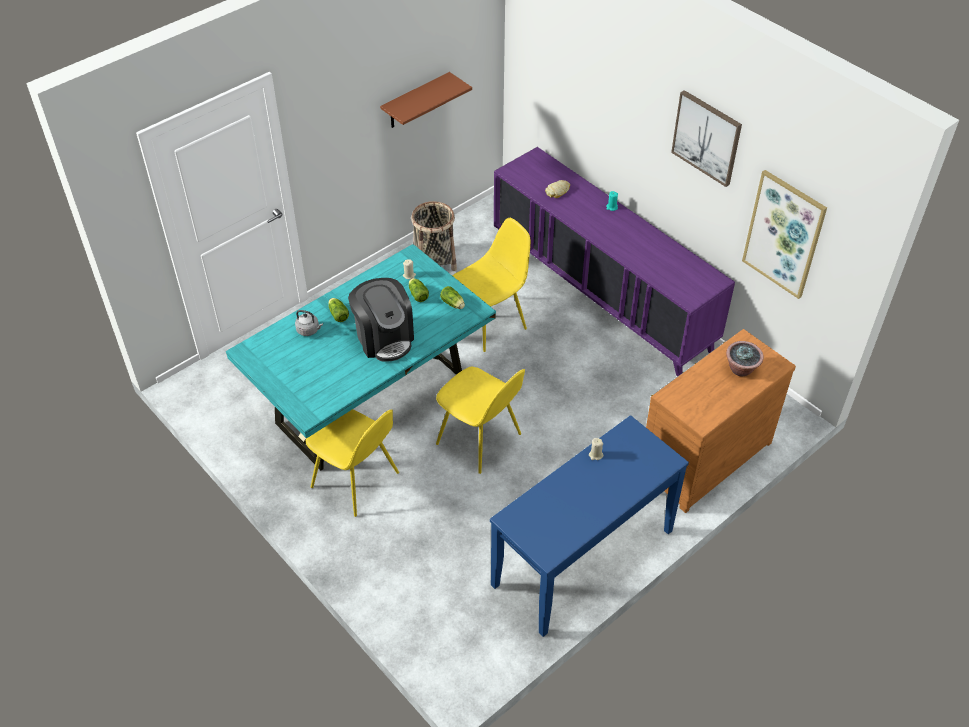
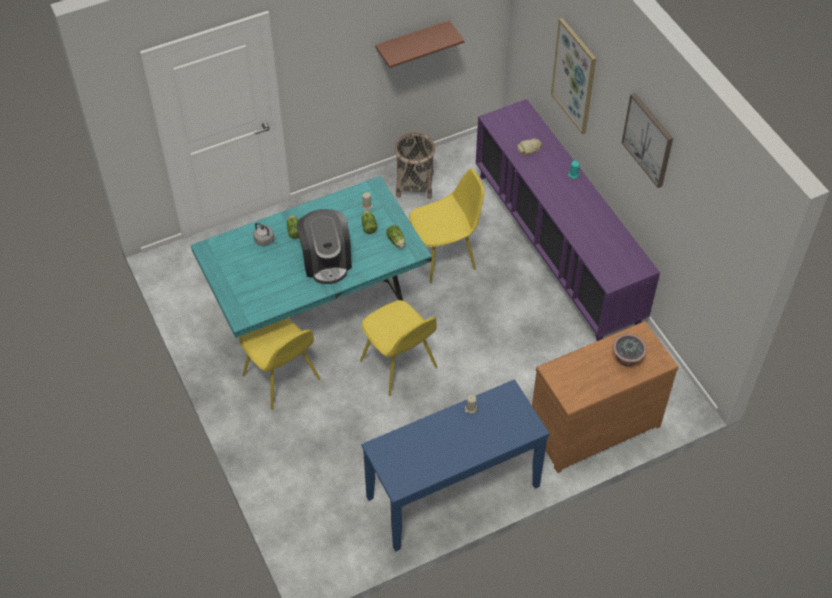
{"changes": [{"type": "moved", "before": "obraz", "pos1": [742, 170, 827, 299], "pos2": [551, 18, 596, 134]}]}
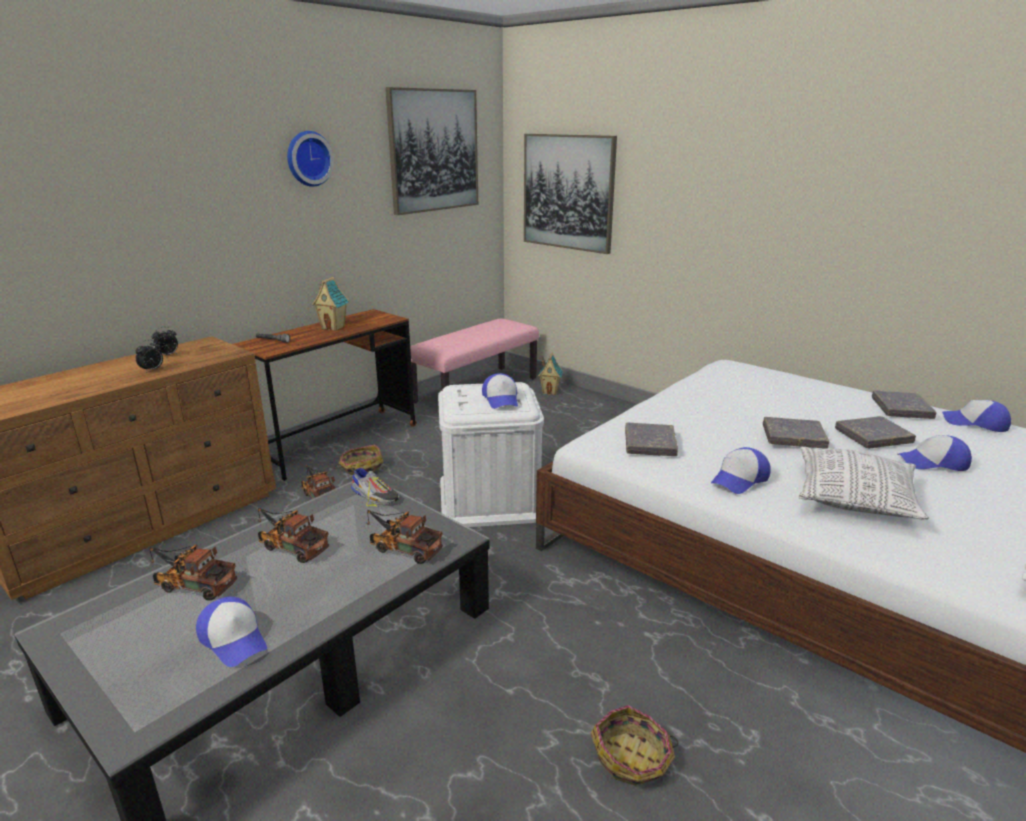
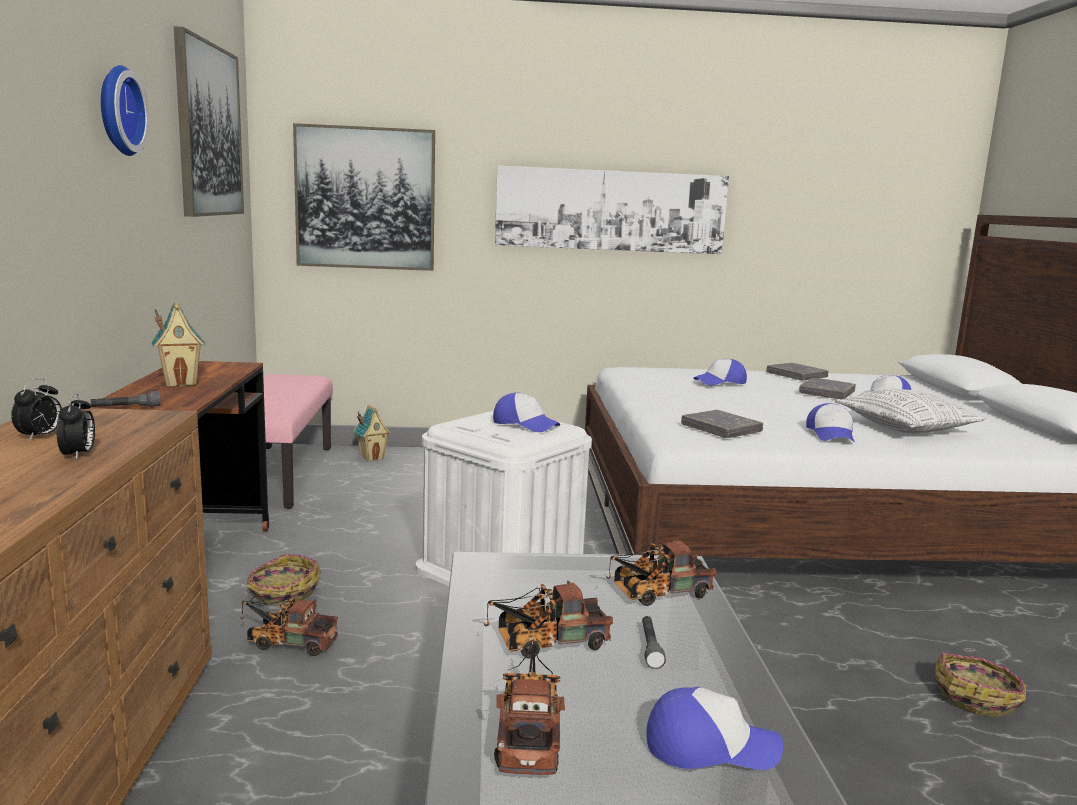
{"changes": [{"type": "removed", "before": "but", "pos1": [351, 467, 399, 507]}, {"type": "removed", "before": "książka (szary)", "pos1": [763, 417, 829, 449]}, {"type": "added", "after": "obraz", "pos2": [495, 166, 729, 254]}, {"type": "added", "after": "latarka (szary)", "pos2": [642, 616, 666, 669]}, {"type": "moved", "before": "czapka z daszkiem", "pos1": [942, 400, 1011, 432], "pos2": [693, 359, 747, 385]}, {"type": "turned", "before": "ciężarówka zabawkowa", "pos1": [149, 545, 237, 600], "pos2": [494, 639, 565, 775], "turn": 120}]}
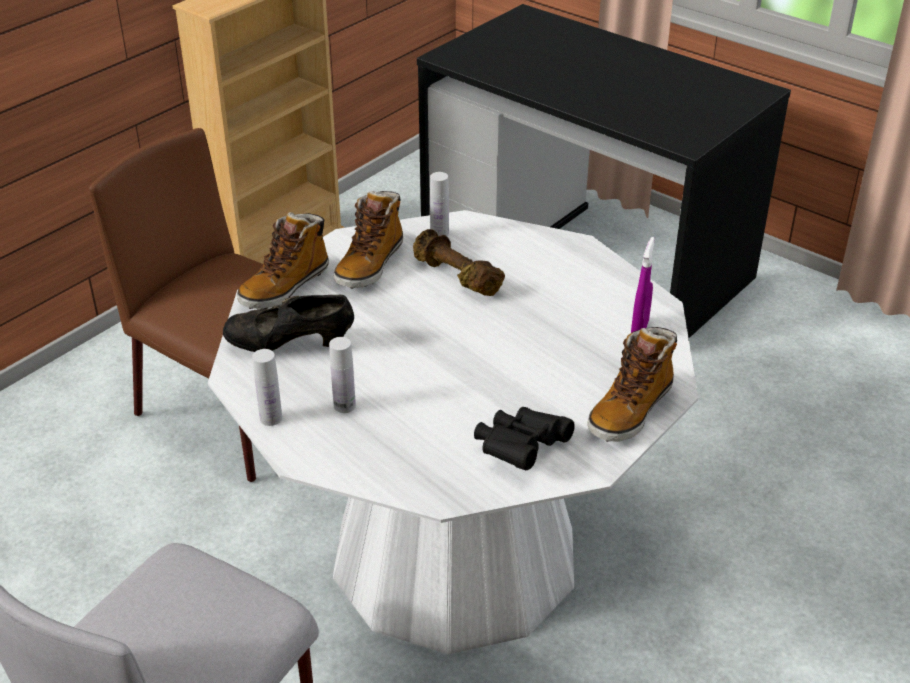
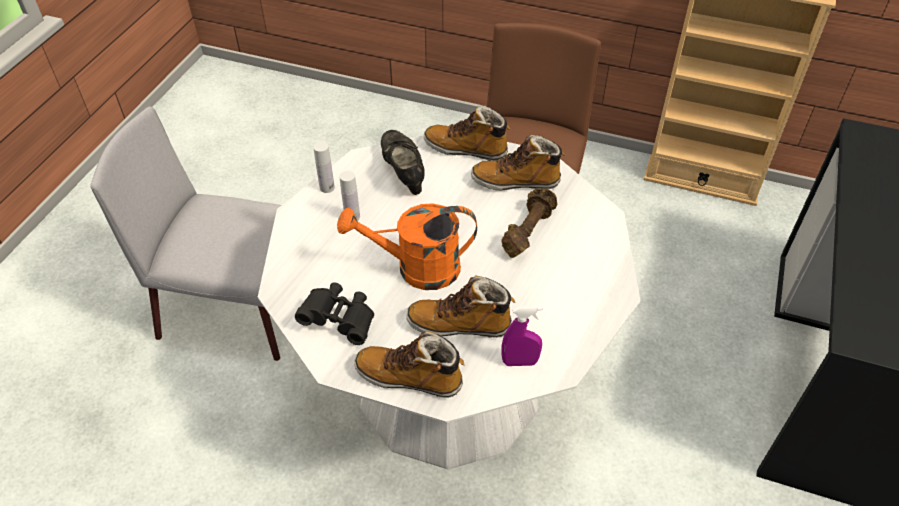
{"changes": [{"type": "removed", "before": "butelka (biały)", "pos1": [430, 172, 449, 237]}, {"type": "added", "after": "konewka (pomarańczowy)", "pos2": [337, 203, 477, 290]}, {"type": "added", "after": "but z cholewką", "pos2": [406, 275, 516, 338]}]}
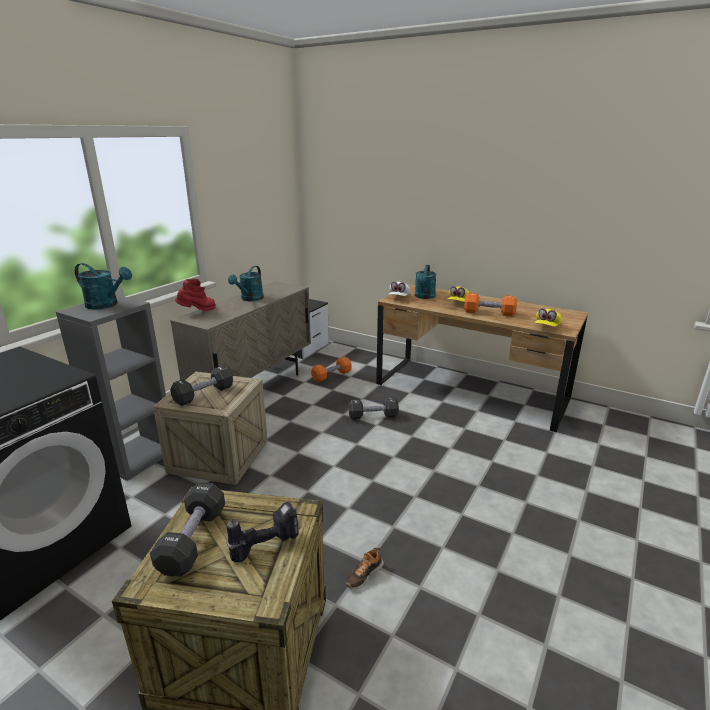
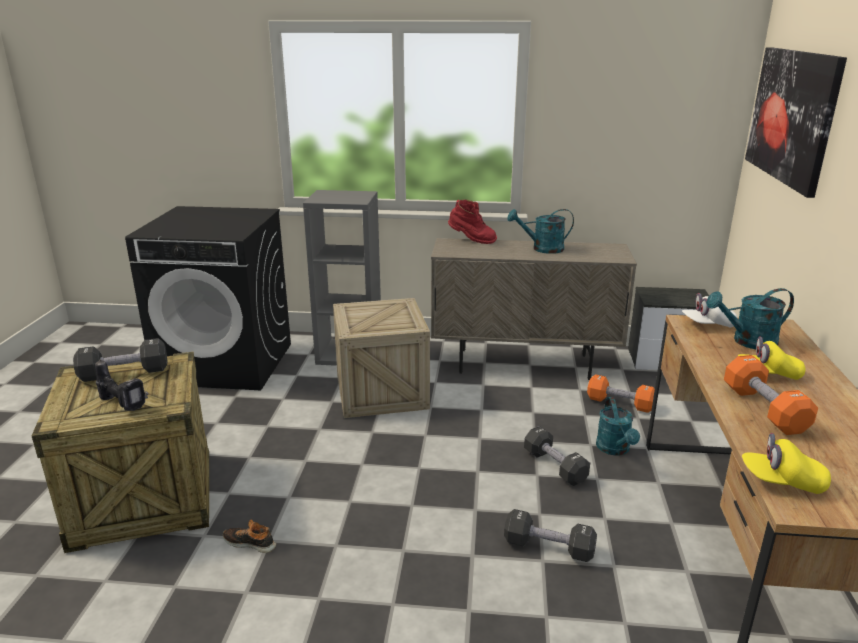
{"changes": [{"type": "added", "after": "obraz", "pos2": [745, 47, 847, 198]}, {"type": "moved", "before": "konewka (turkusowy)", "pos1": [75, 263, 132, 309], "pos2": [596, 397, 640, 456]}, {"type": "moved", "before": "hantel (czarny)", "pos1": [170, 366, 233, 406], "pos2": [504, 509, 597, 562]}]}
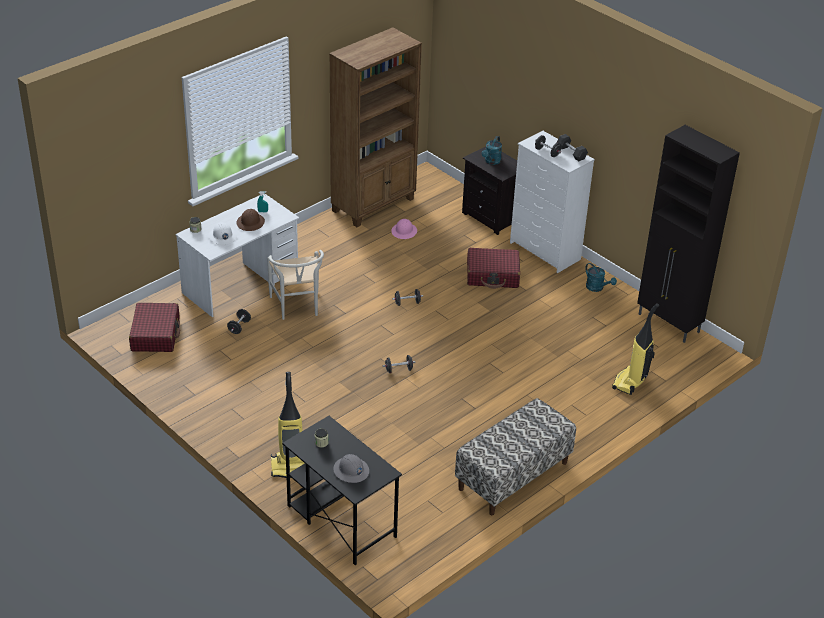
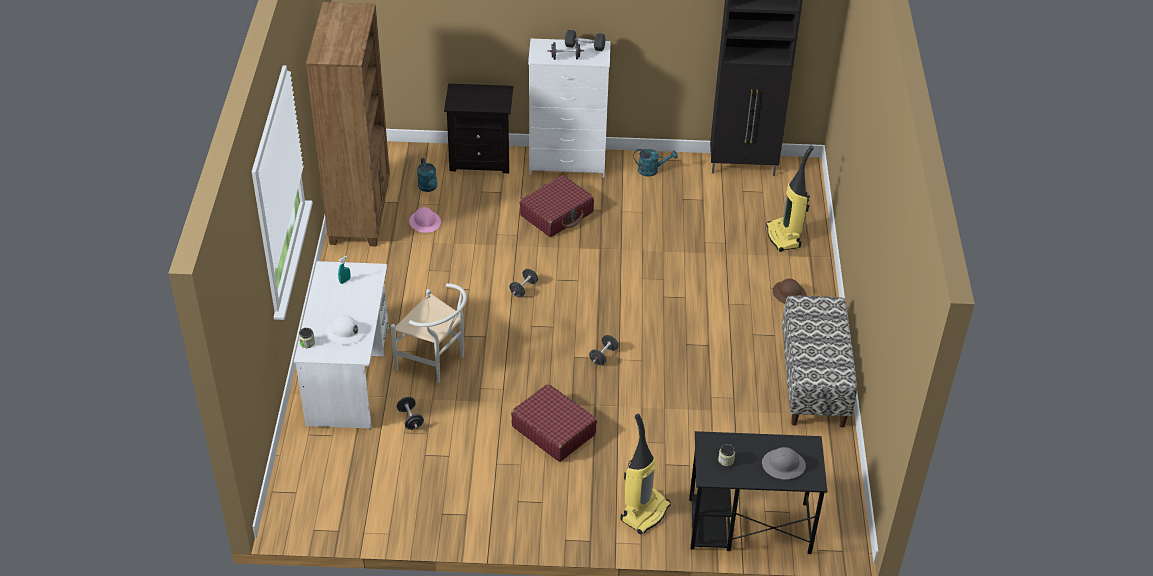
{"changes": [{"type": "moved", "before": "walizka (czerwony)", "pos1": [129, 303, 180, 352], "pos2": [511, 384, 597, 462]}, {"type": "moved", "before": "kask (brązowy)", "pos1": [236, 209, 265, 231], "pos2": [773, 278, 807, 304]}, {"type": "moved", "before": "konewka (turkusowy)", "pos1": [482, 136, 502, 165], "pos2": [417, 158, 437, 192]}]}
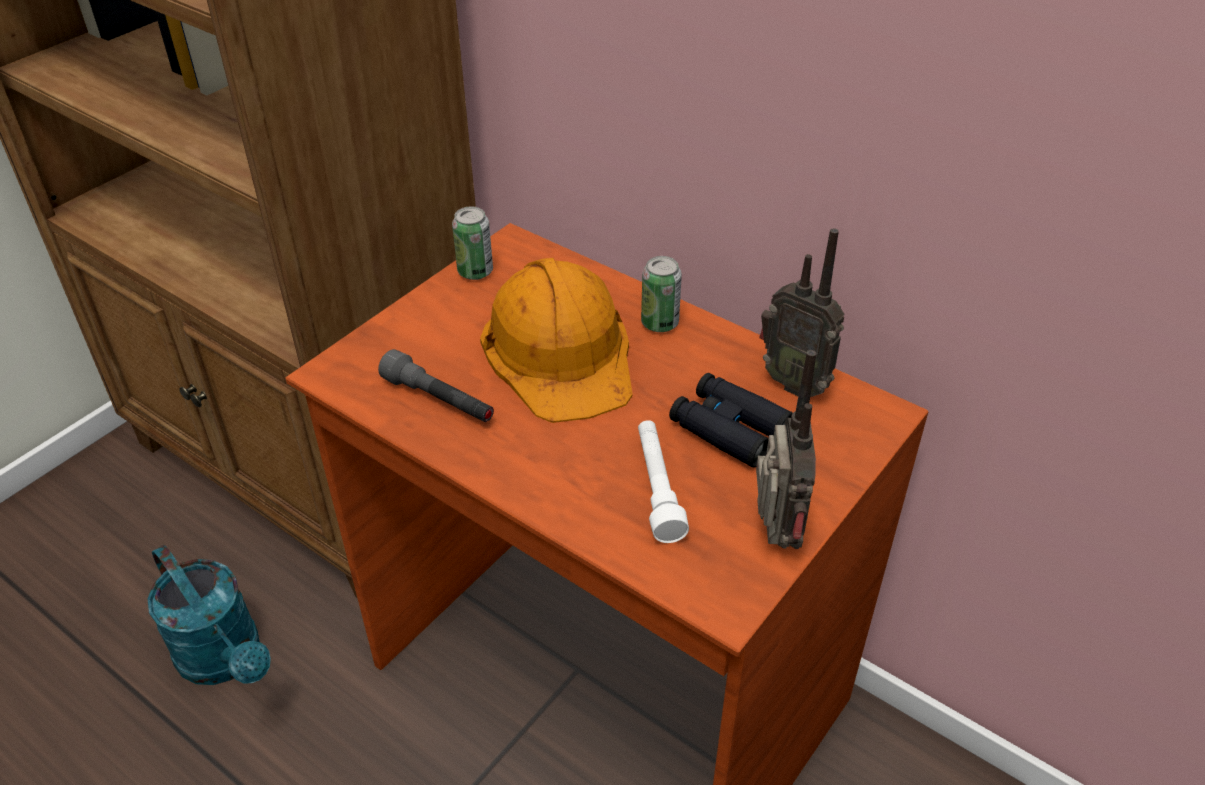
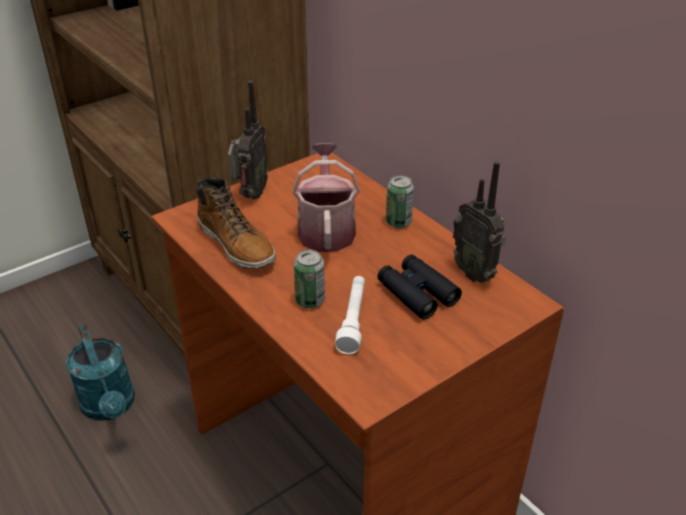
{"changes": [{"type": "moved", "before": "puszka", "pos1": [452, 206, 493, 280], "pos2": [294, 250, 325, 309]}, {"type": "moved", "before": "radio", "pos1": [756, 350, 816, 549], "pos2": [228, 81, 268, 199]}, {"type": "replaced", "before": "latarka (szary)", "after": "but z cholewką", "pos1": [378, 349, 494, 422], "pos2": [196, 177, 276, 269]}, {"type": "replaced", "before": "kask (pomarańczowy)", "after": "konewka", "pos1": [480, 258, 633, 423], "pos2": [292, 143, 360, 252]}]}
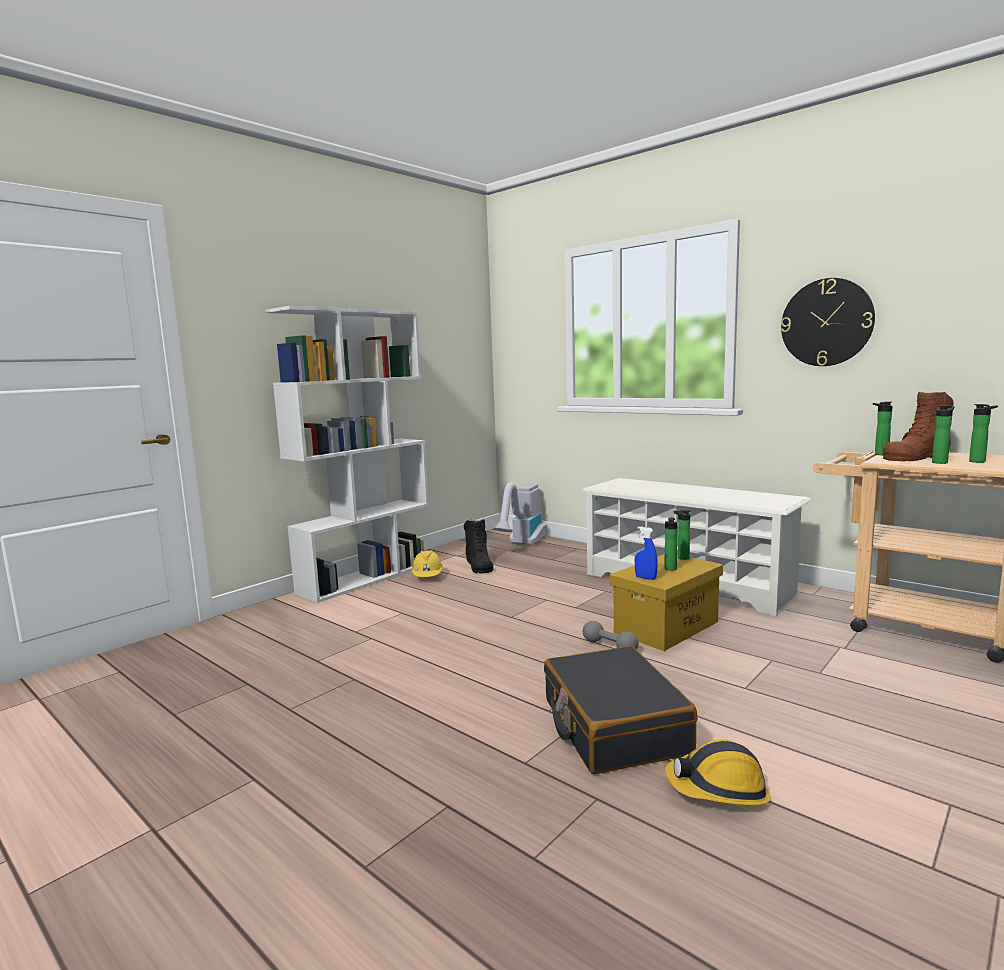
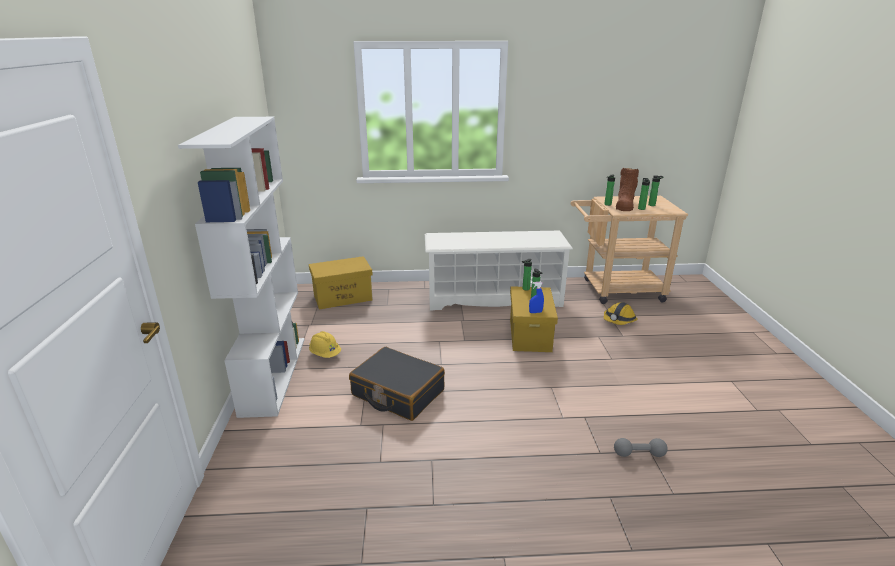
{"changes": [{"type": "removed", "before": "but z cholewką (czarny)", "pos1": [464, 519, 493, 573]}, {"type": "removed", "before": "zegar ścienny", "pos1": [781, 278, 875, 366]}, {"type": "moved", "before": "walizka (czarny)", "pos1": [544, 646, 697, 774], "pos2": [349, 347, 445, 421]}, {"type": "moved", "before": "hantel (szary)", "pos1": [583, 621, 639, 649], "pos2": [614, 438, 668, 457]}, {"type": "moved", "before": "kask", "pos1": [665, 739, 771, 806], "pos2": [604, 302, 638, 325]}, {"type": "replaced", "before": "odkurzacz", "after": "pojemnik do przechowywania (żółty)", "pos1": [493, 482, 547, 545], "pos2": [309, 256, 373, 309]}]}
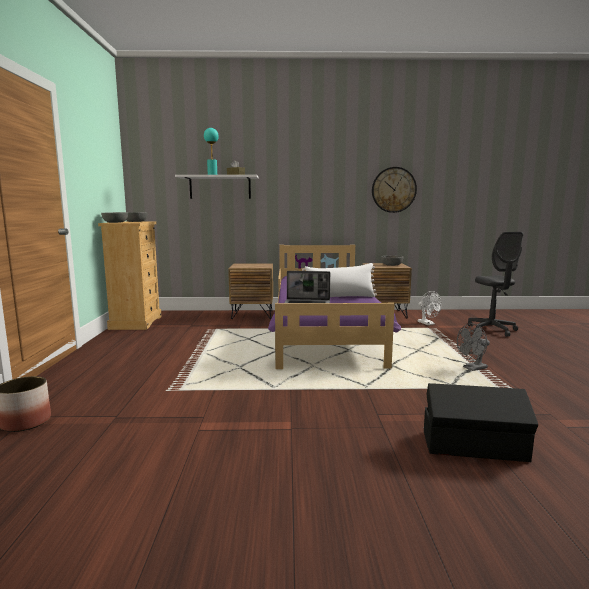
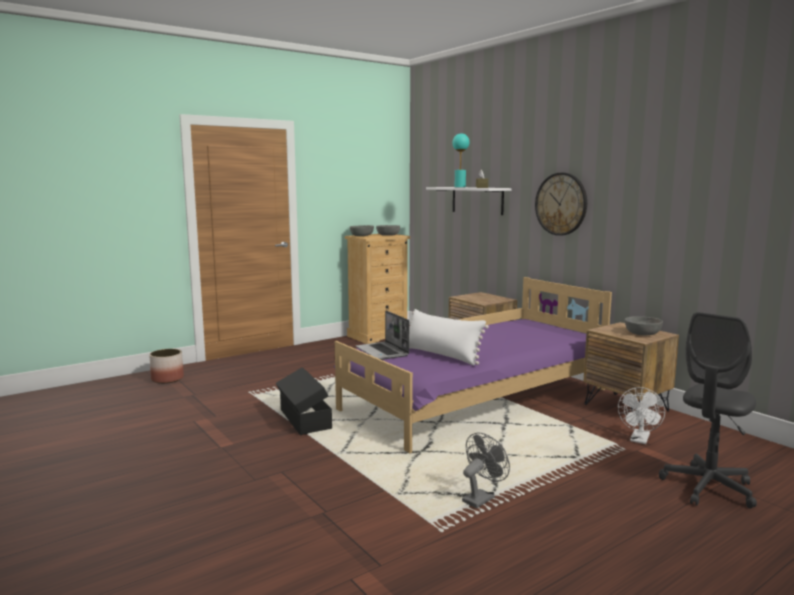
{"changes": [{"type": "moved", "before": "zegar ścienny", "pos1": [372, 167, 417, 213], "pos2": [535, 173, 587, 236]}, {"type": "moved", "before": "pojemnik do przechowywania (czarny)", "pos1": [424, 383, 538, 462], "pos2": [276, 367, 332, 435]}, {"type": "turned", "before": "wentylator (szary)", "pos1": [457, 323, 490, 371], "pos2": [462, 433, 510, 508], "turn": 105}]}
